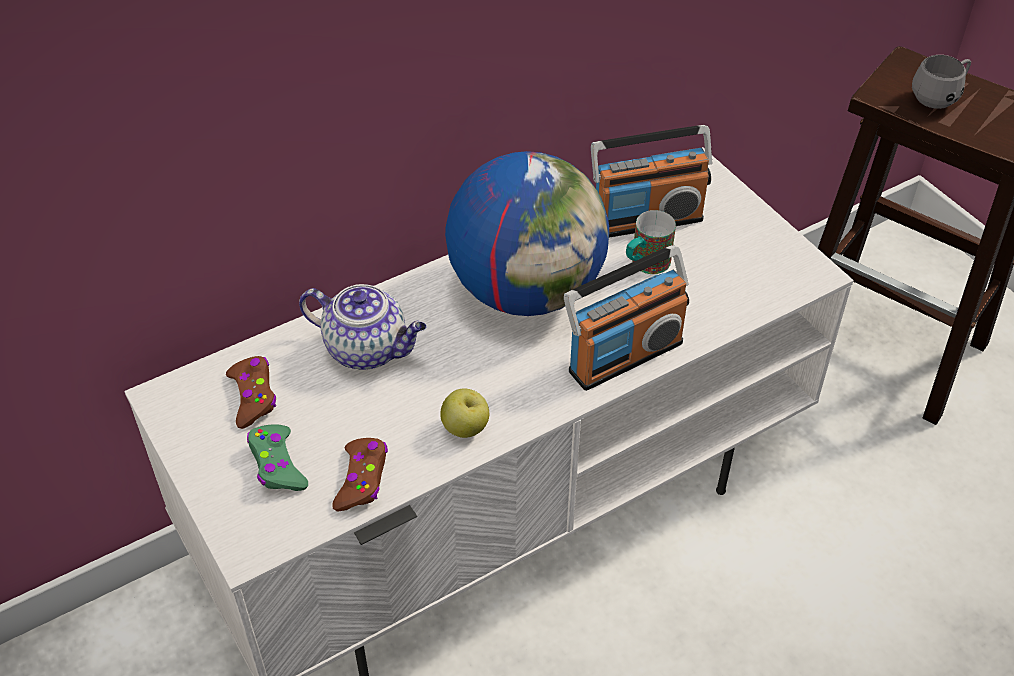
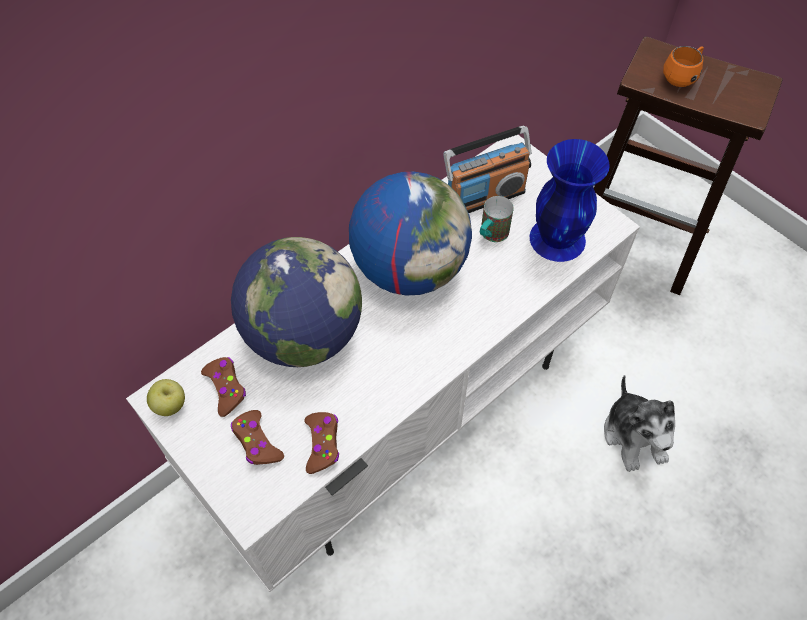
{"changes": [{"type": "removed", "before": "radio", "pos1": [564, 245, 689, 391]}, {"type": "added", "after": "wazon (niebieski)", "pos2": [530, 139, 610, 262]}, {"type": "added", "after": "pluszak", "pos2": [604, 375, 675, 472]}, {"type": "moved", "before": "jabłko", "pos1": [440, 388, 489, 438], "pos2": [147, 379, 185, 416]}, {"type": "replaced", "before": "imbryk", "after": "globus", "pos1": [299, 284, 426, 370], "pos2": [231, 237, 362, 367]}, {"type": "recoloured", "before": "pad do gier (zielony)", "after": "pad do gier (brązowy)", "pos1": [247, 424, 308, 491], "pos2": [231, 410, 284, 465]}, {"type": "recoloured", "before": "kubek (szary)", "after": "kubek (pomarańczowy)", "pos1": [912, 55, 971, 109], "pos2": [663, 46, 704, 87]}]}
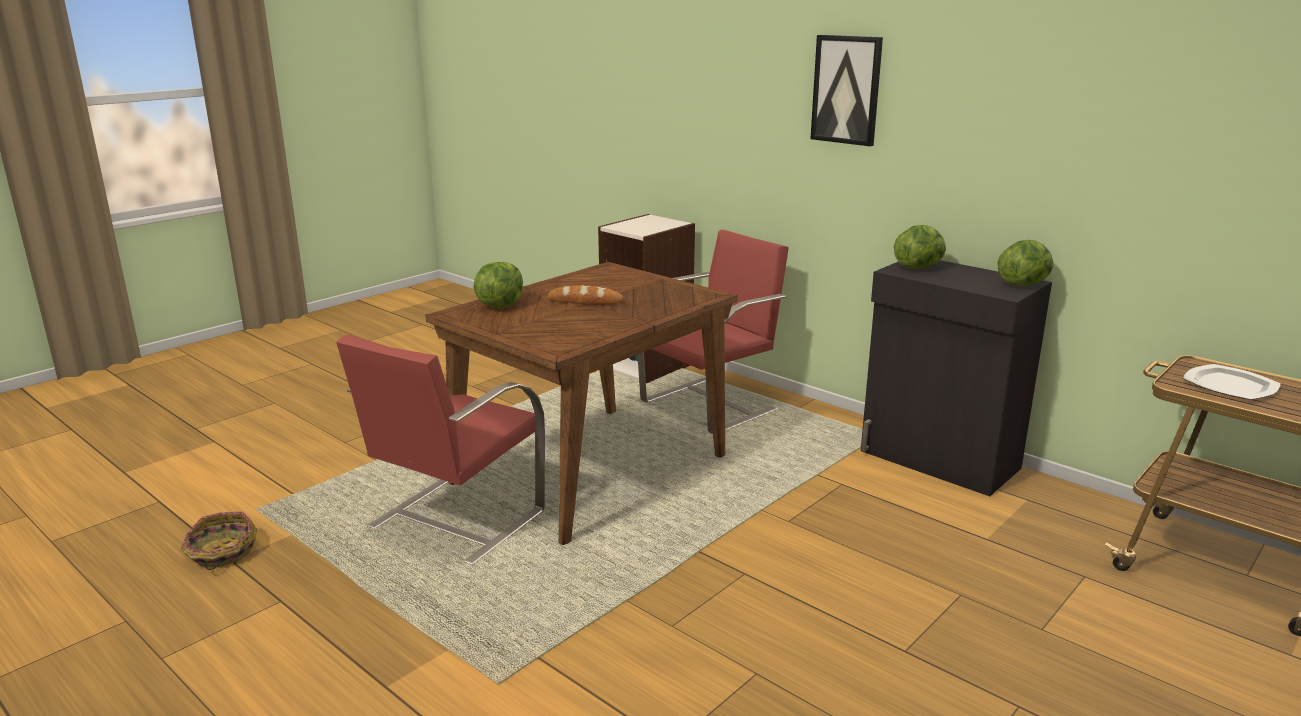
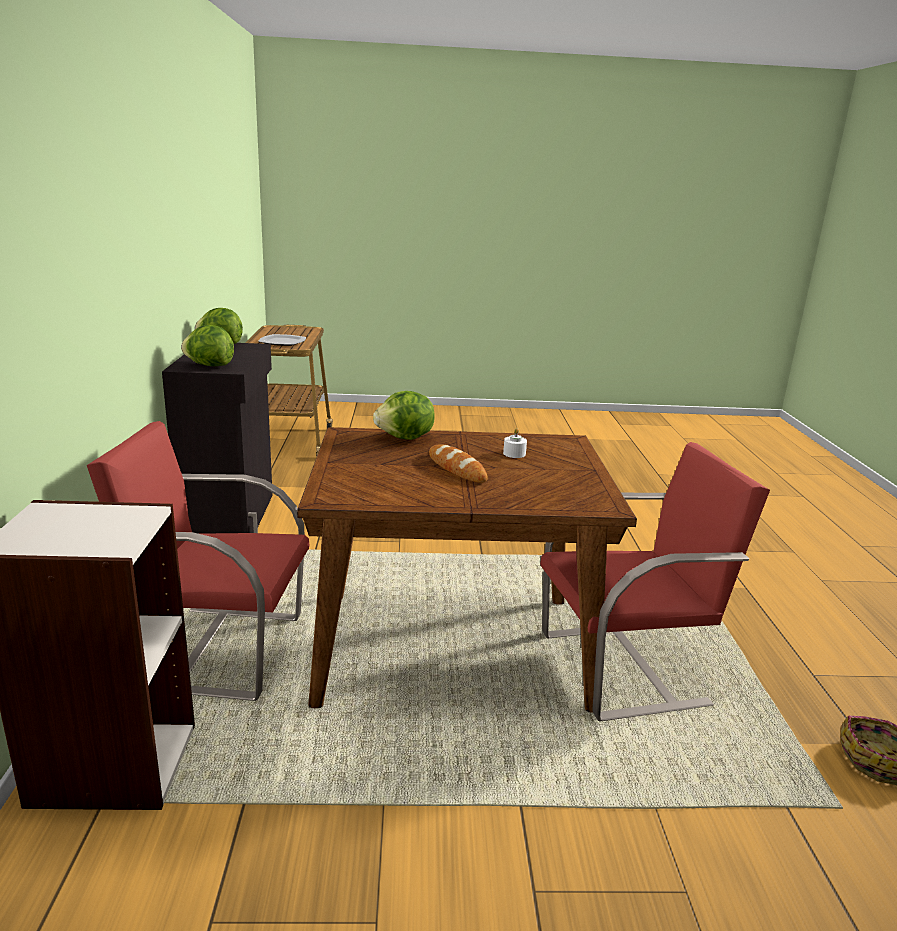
{"changes": [{"type": "removed", "before": "obraz", "pos1": [811, 35, 883, 146]}, {"type": "added", "after": "świeca (biały)", "pos2": [503, 428, 527, 458]}, {"type": "moved", "before": "sałata", "pos1": [473, 262, 523, 307], "pos2": [373, 391, 435, 440]}]}
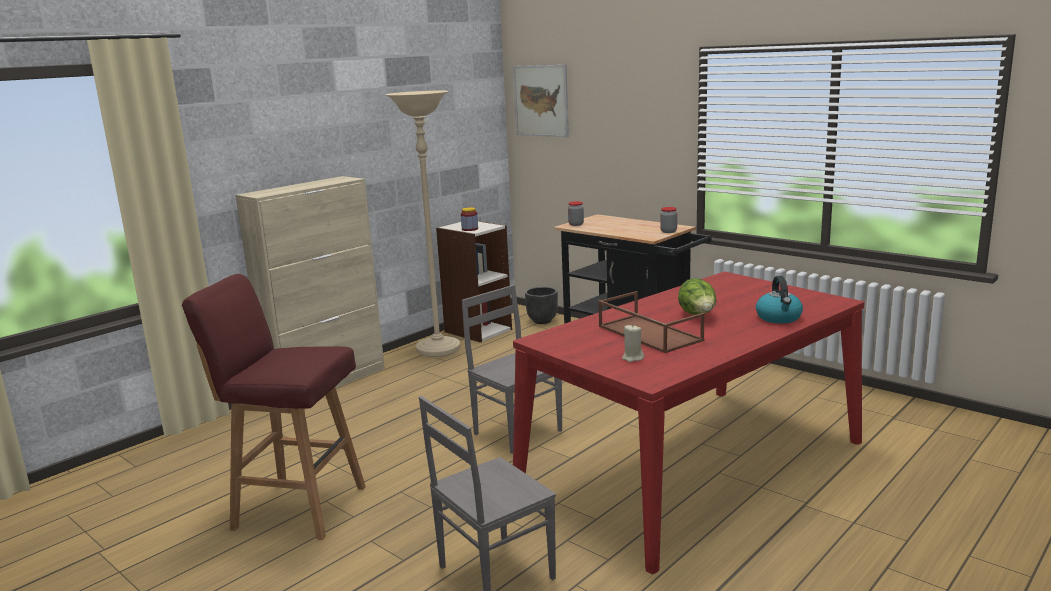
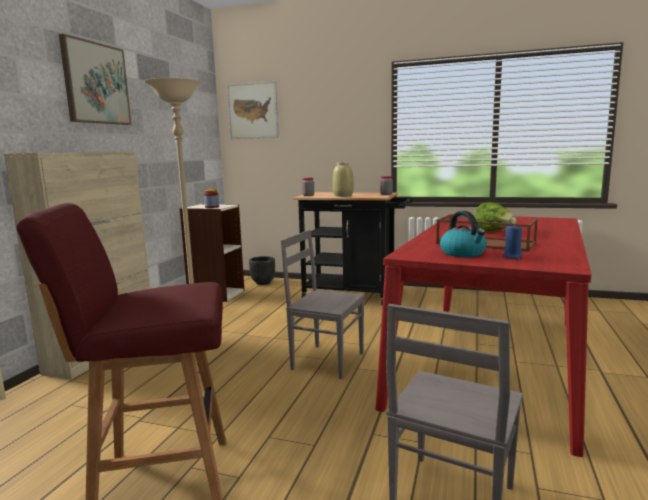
{"changes": [{"type": "added", "after": "obraz", "pos2": [59, 34, 131, 125]}, {"type": "added", "after": "wazon (beżowy)", "pos2": [333, 162, 354, 197]}, {"type": "moved", "before": "czajnik", "pos1": [756, 276, 803, 323], "pos2": [440, 211, 487, 257]}, {"type": "recoloured", "before": "świeca (beżowy)", "after": "świeca (niebieski)", "pos1": [622, 324, 644, 362], "pos2": [502, 224, 523, 259]}]}
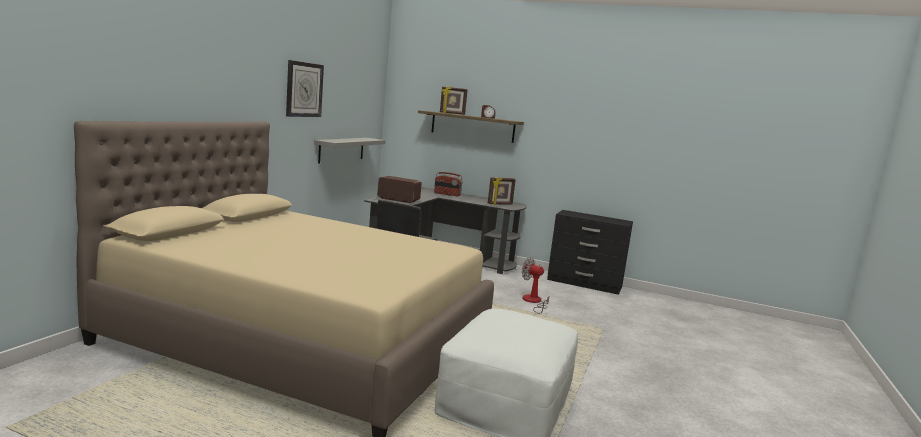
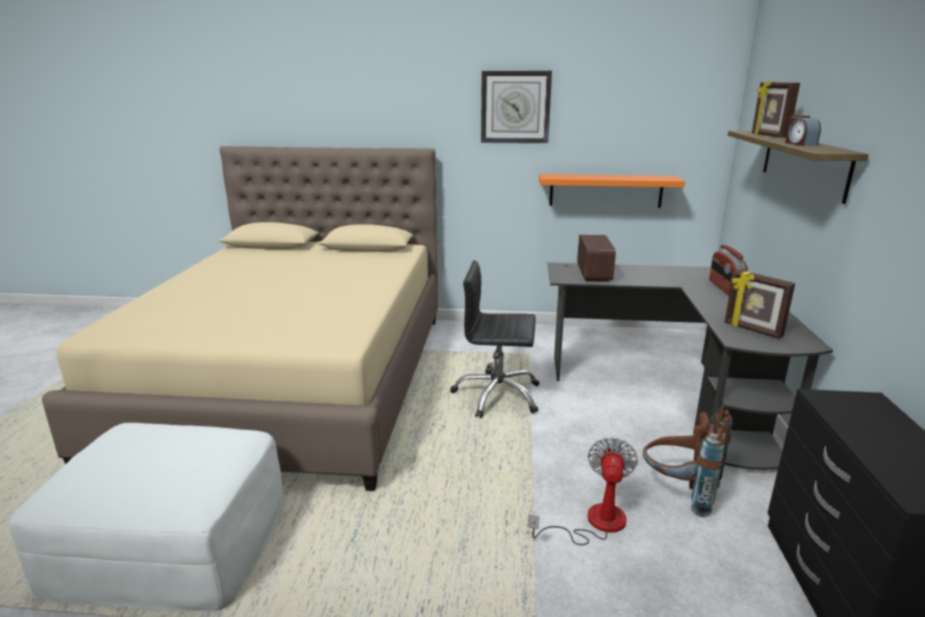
{"changes": [{"type": "added", "after": "plecak (brązowy)", "pos2": [643, 404, 733, 517]}, {"type": "recoloured", "before": "półka (szary)", "after": "półka (pomarańczowy)", "pos1": [314, 138, 386, 164], "pos2": [539, 174, 685, 208]}]}
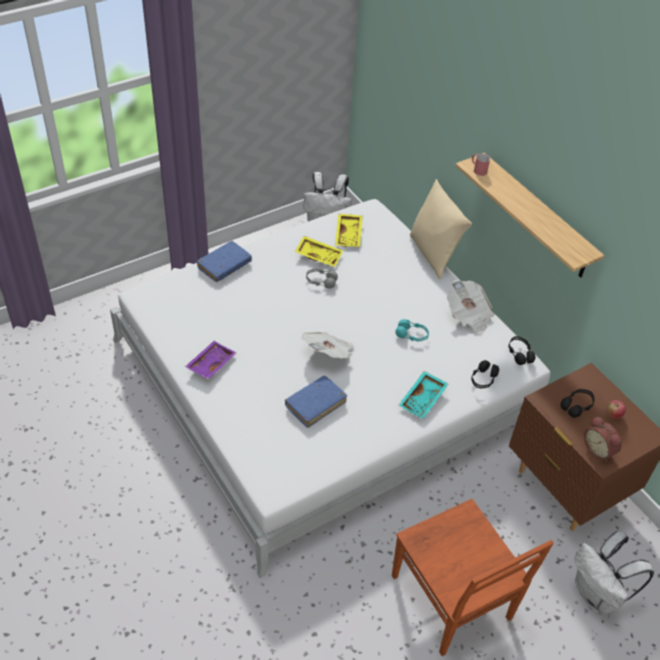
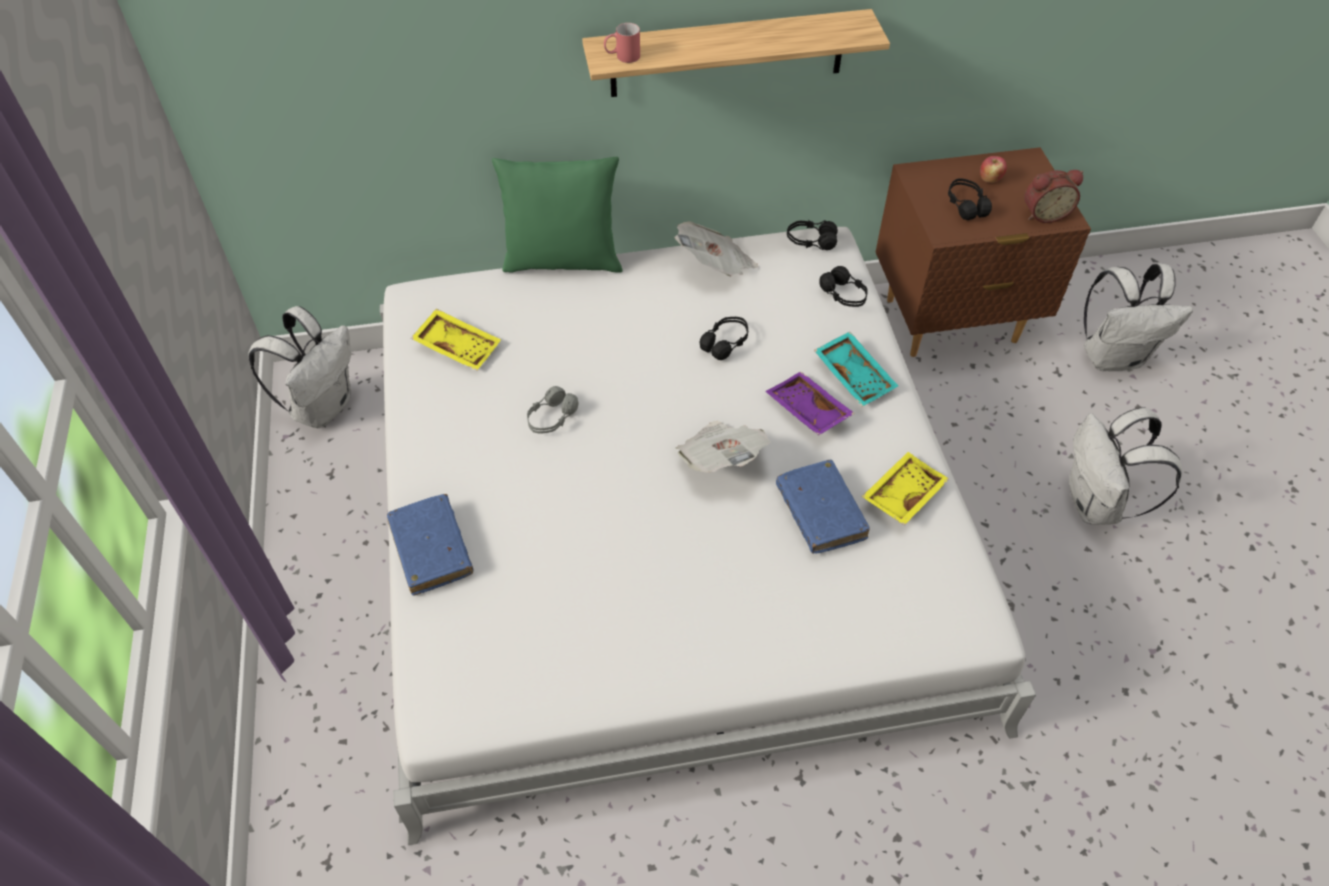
{"changes": [{"type": "moved", "before": "taca (fioletowy)", "pos1": [185, 341, 236, 379], "pos2": [765, 372, 855, 435]}, {"type": "moved", "before": "taca (żółty)", "pos1": [295, 236, 343, 267], "pos2": [862, 452, 949, 525]}, {"type": "replaced", "before": "krzesło (brązowy)", "after": "plecak (biały)", "pos1": [392, 499, 554, 656], "pos2": [1069, 408, 1182, 525]}, {"type": "recoloured", "before": "słuchawki (turkusowy)", "after": "słuchawki (czarny)", "pos1": [395, 319, 429, 341], "pos2": [699, 317, 748, 360]}, {"type": "recoloured", "before": "poduszka (beżowy)", "after": "poduszka (zielony)", "pos1": [410, 179, 472, 280], "pos2": [492, 157, 623, 273]}]}
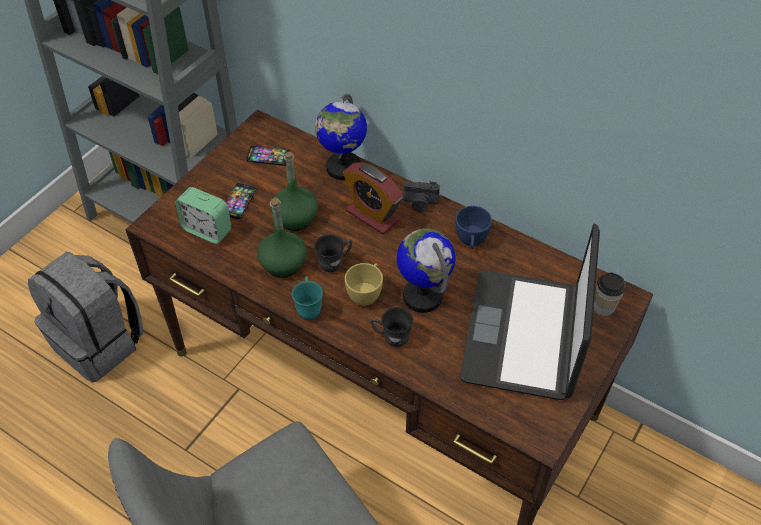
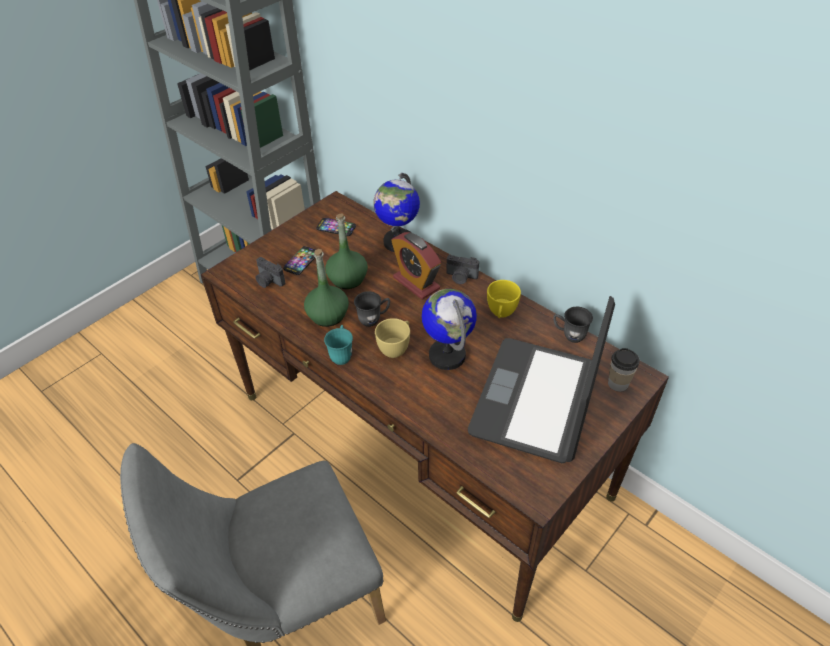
{"changes": [{"type": "removed", "before": "plecak (szary)", "pos1": [28, 252, 143, 383]}, {"type": "moved", "before": "kubek (szary)", "pos1": [370, 307, 413, 347], "pos2": [553, 307, 593, 343]}, {"type": "replaced", "before": "budzik", "after": "aparat fotograficzny", "pos1": [175, 187, 232, 244], "pos2": [255, 257, 286, 288]}, {"type": "recoloured", "before": "filiżanka (niebieski)", "after": "filiżanka (żółty)", "pos1": [455, 206, 492, 249], "pos2": [487, 280, 521, 318]}]}
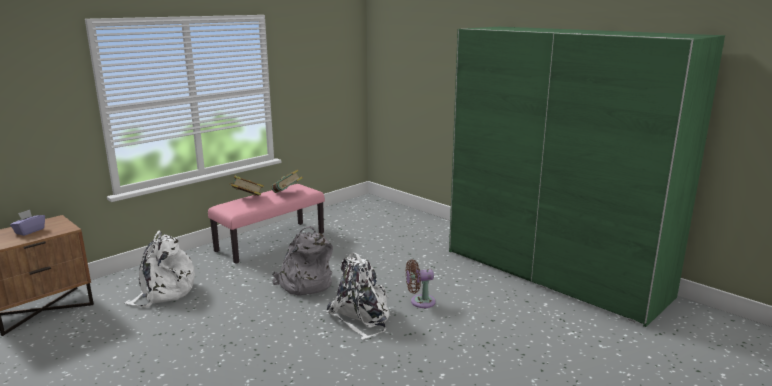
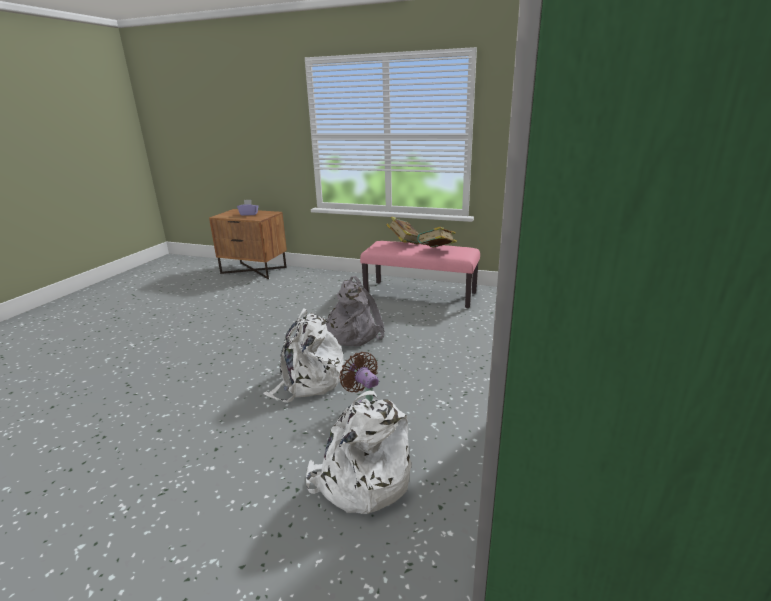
{"changes": [{"type": "moved", "before": "plecak (biały)", "pos1": [125, 230, 195, 308], "pos2": [306, 390, 412, 514]}]}
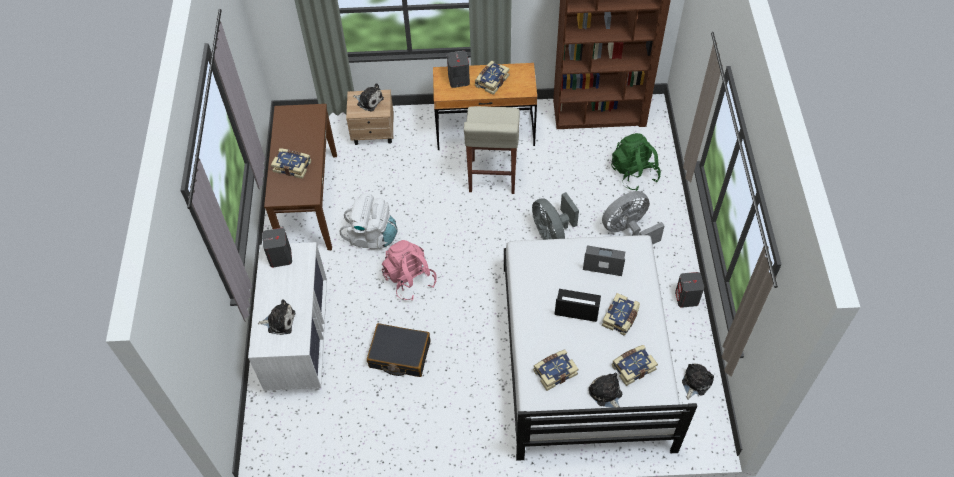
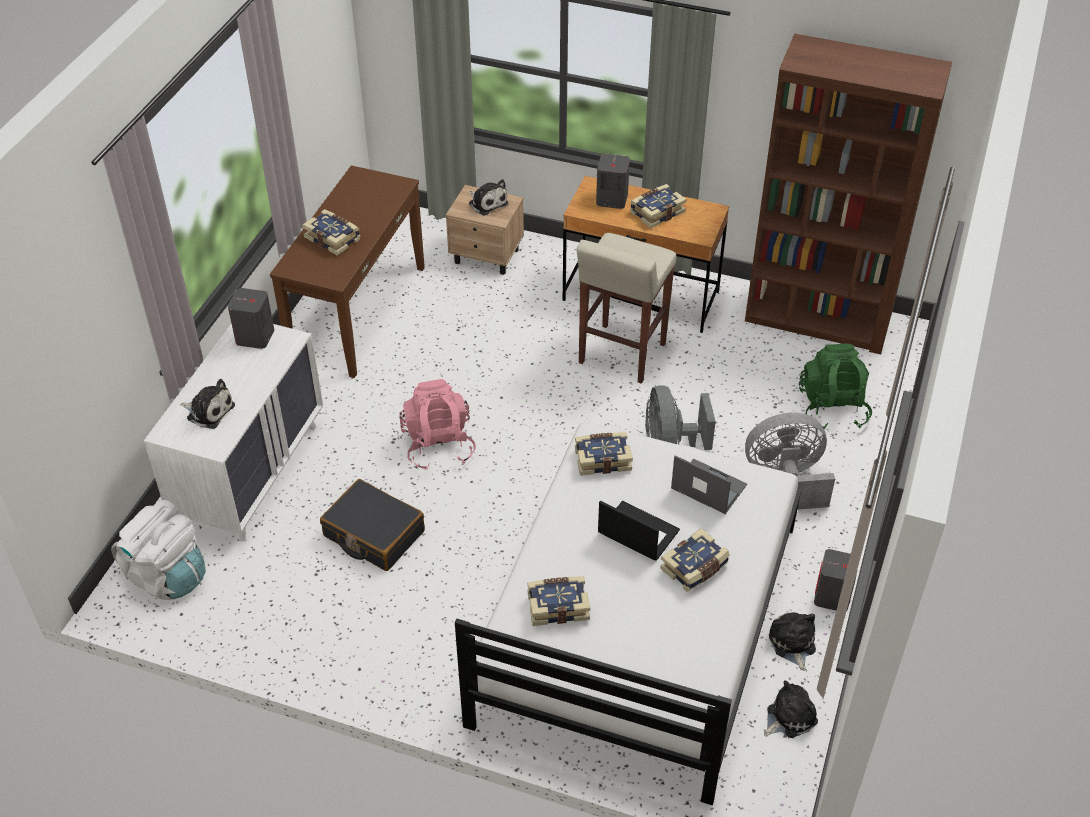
{"changes": [{"type": "moved", "before": "plecak (biały)", "pos1": [339, 193, 397, 249], "pos2": [111, 500, 206, 600]}, {"type": "moved", "before": "pluszak", "pos1": [589, 372, 622, 408], "pos2": [769, 612, 816, 671]}, {"type": "moved", "before": "książka", "pos1": [612, 345, 658, 386], "pos2": [575, 432, 633, 476]}]}
